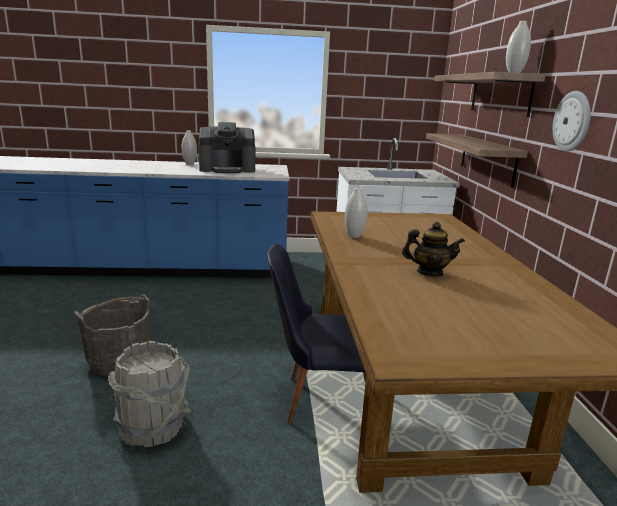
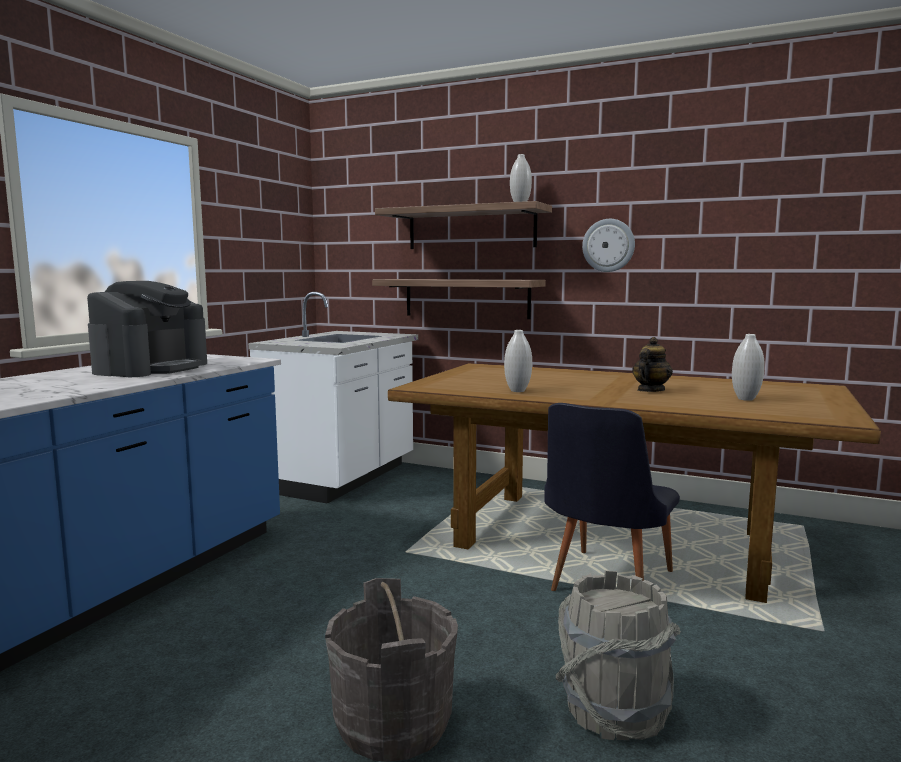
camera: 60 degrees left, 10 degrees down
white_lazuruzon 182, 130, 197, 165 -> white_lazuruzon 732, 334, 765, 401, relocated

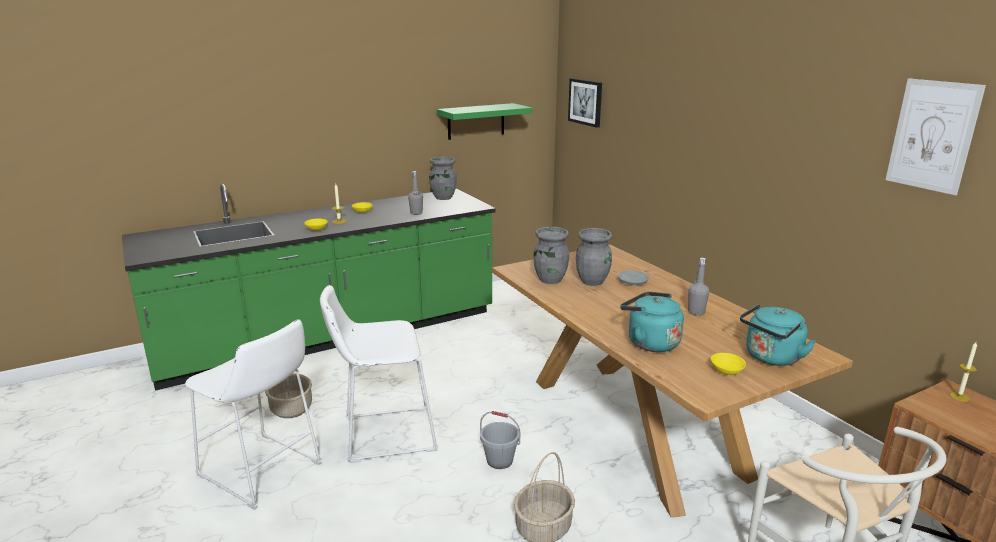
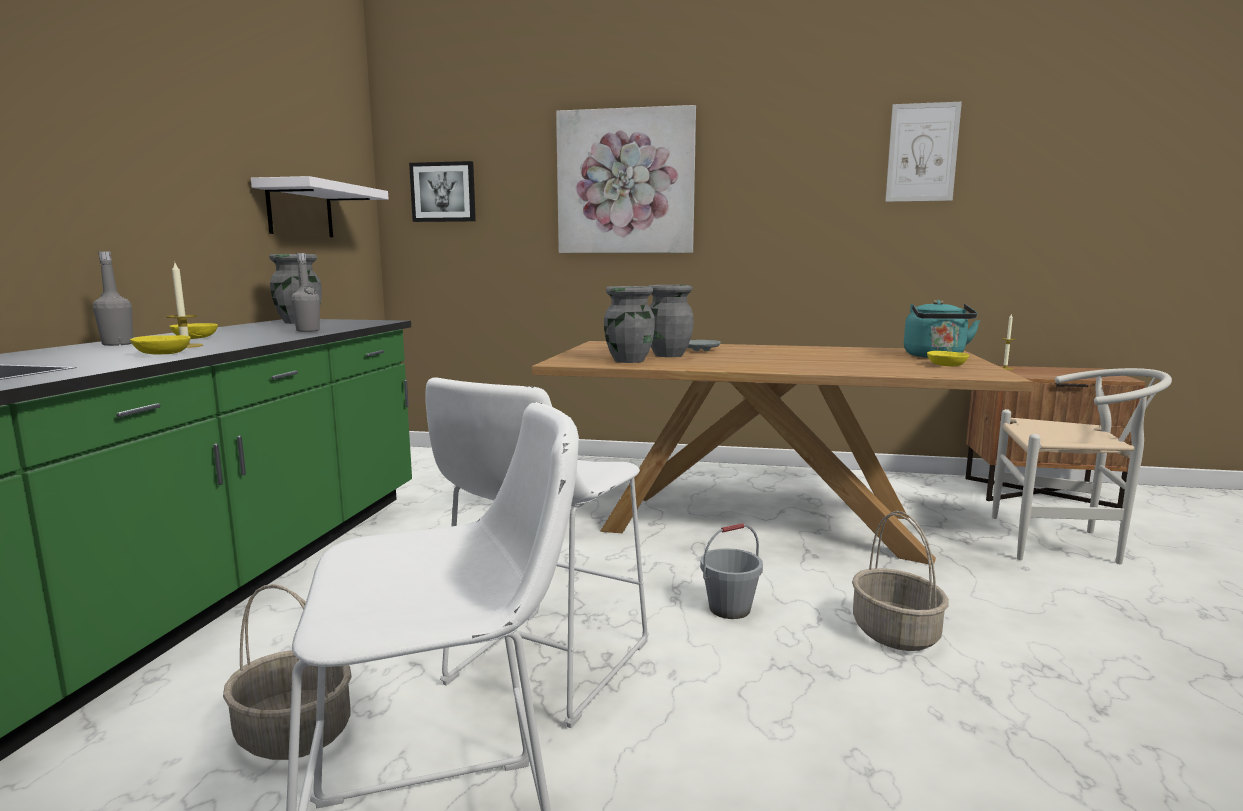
camera: 50 degrees left, 10 degrees down
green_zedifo 437, 103, 533, 140 -> white_zedifo 251, 176, 389, 237
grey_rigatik 688, 257, 709, 315 -> grey_rigatik 93, 251, 133, 346, relocated
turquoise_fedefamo 620, 292, 684, 352 -> none
none -> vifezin 556, 105, 696, 253

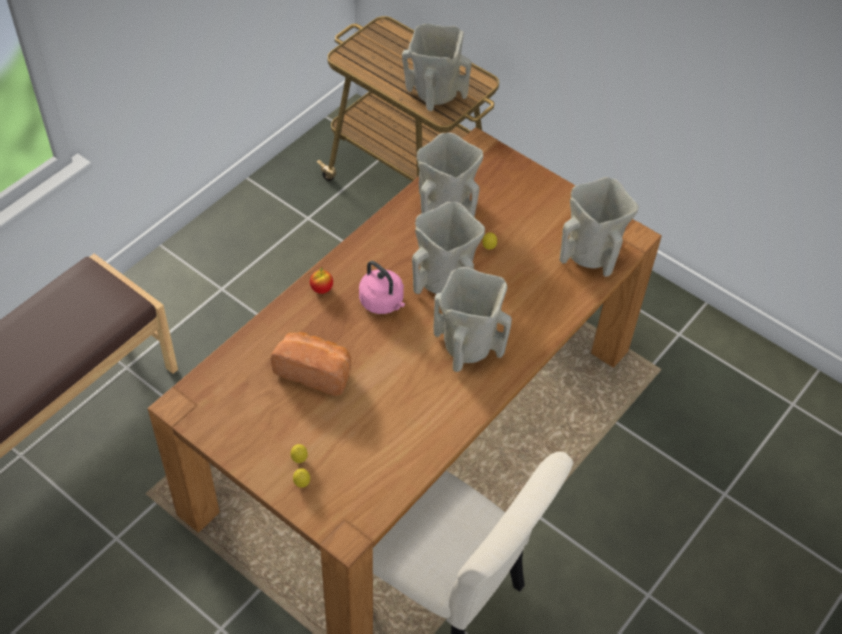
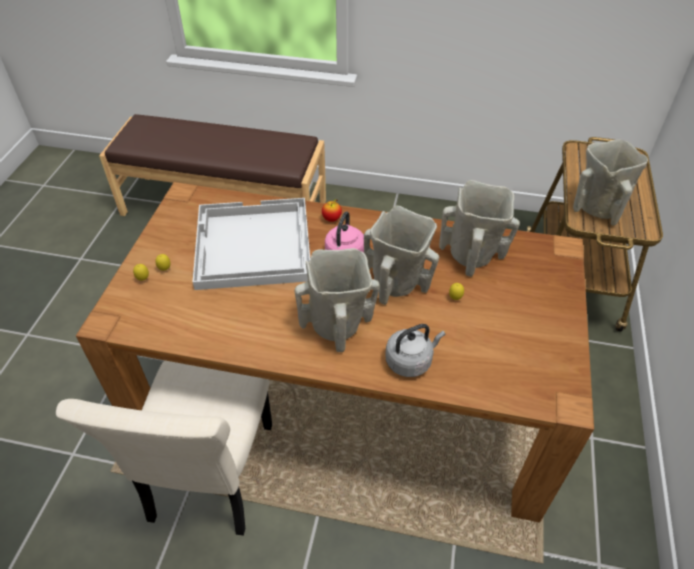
camera: 65 degrees right, 5 degrees down
beige_lazuruzon 560, 177, 639, 277 -> none
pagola 270, 332, 351, 396 -> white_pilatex 193, 198, 311, 290
none -> grey_fedefamo 385, 324, 445, 377

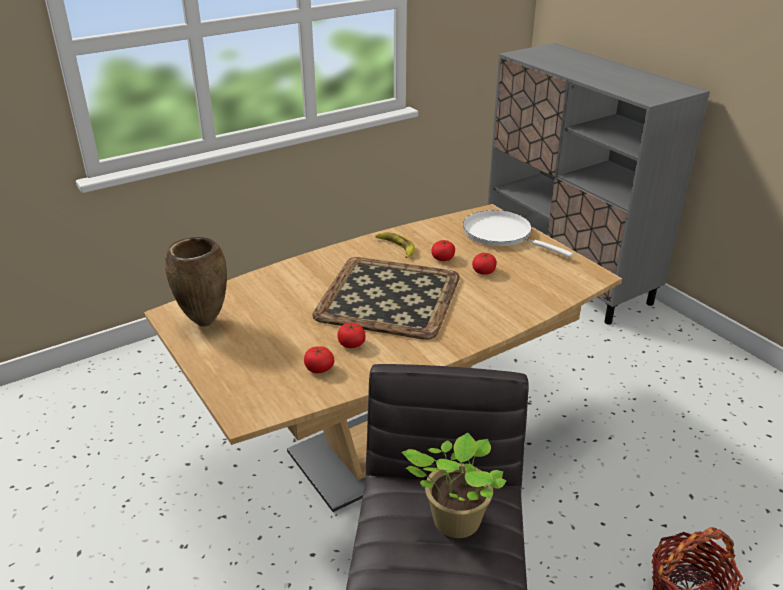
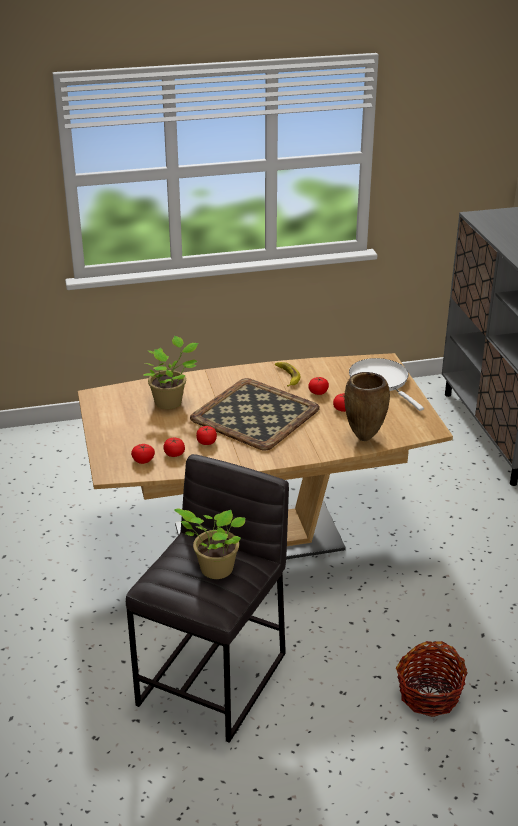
camera: 20 degrees right, 0 degrees up
brown_lazuruzon 165, 237, 227, 327 -> brown_lazuruzon 344, 372, 390, 441, relocated
none -> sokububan 143, 336, 198, 409
none -> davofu 131, 444, 155, 464

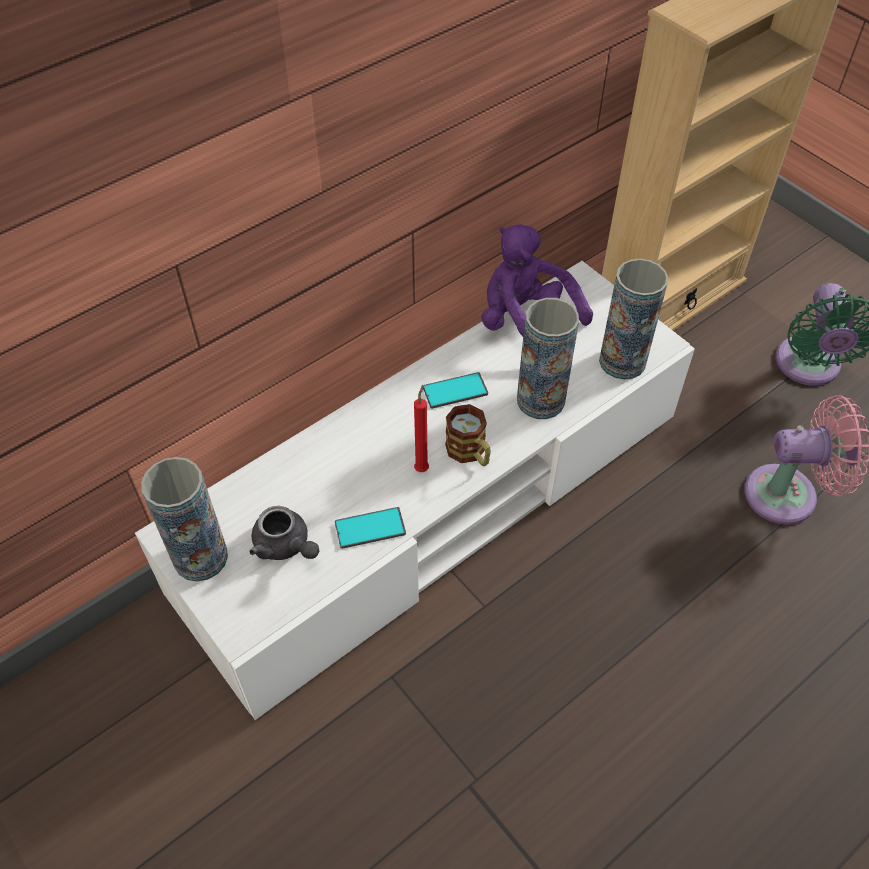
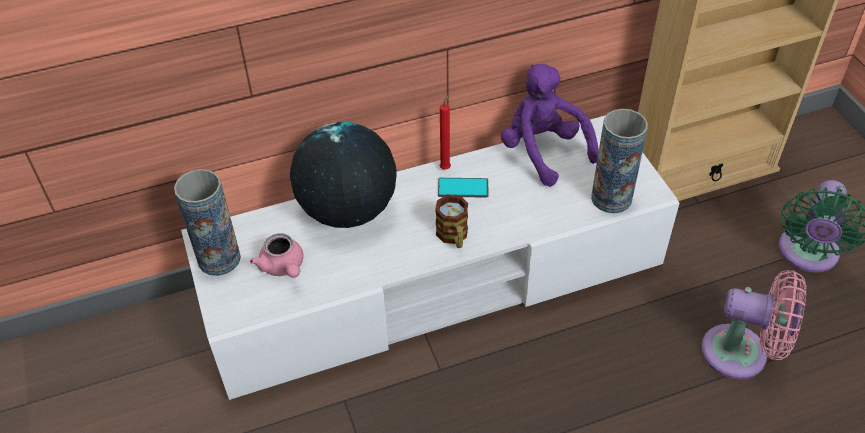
camera: 20 degrees right, 5 degrees down
lazuruzon 517, 298, 579, 419 -> none
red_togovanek 414, 385, 429, 472 -> red_togovanek 439, 94, 451, 170, relocated
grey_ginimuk 249, 506, 319, 560 -> pink_ginimuk 250, 233, 304, 278
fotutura 335, 507, 406, 549 -> none
none -> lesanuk 290, 122, 397, 228

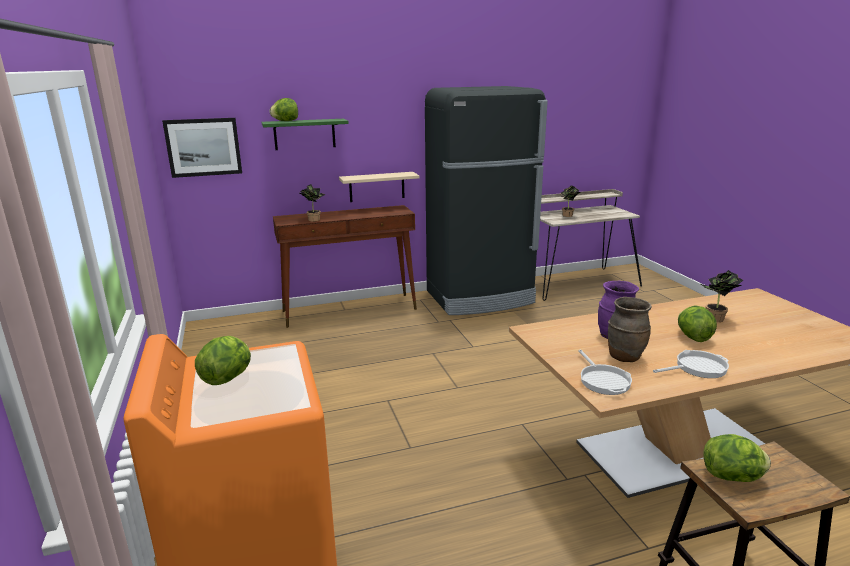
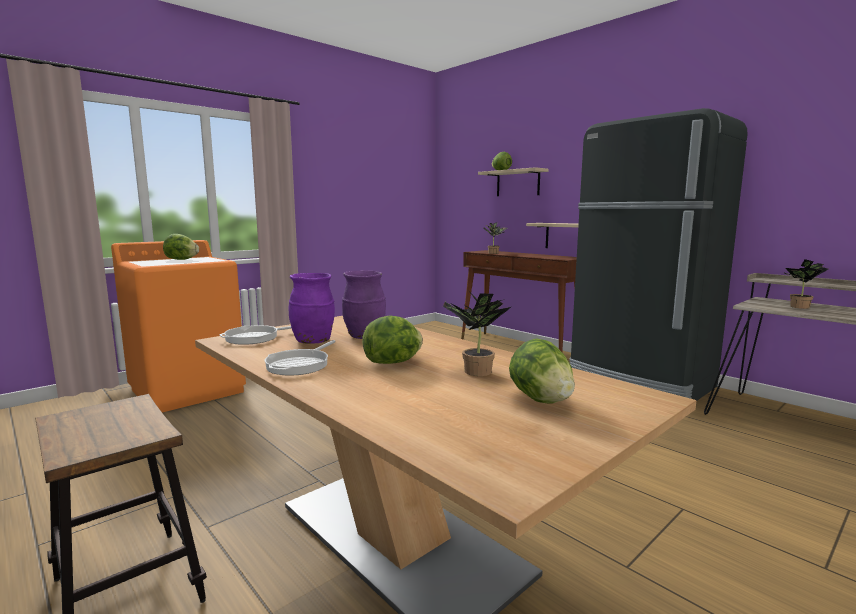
camera: 65 degrees right, 10 degrees down
vifezin 162, 118, 242, 178 -> none
green_zedifo 262, 119, 349, 150 -> beige_zedifo 478, 167, 548, 196
brown_lazuruzon 608, 297, 652, 362 -> purple_lazuruzon 289, 273, 335, 344
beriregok 653, 350, 729, 378 -> beriregok 265, 340, 336, 376, 60 degrees clockwise
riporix 703, 434, 771, 482 -> riporix 509, 339, 575, 404, relocated

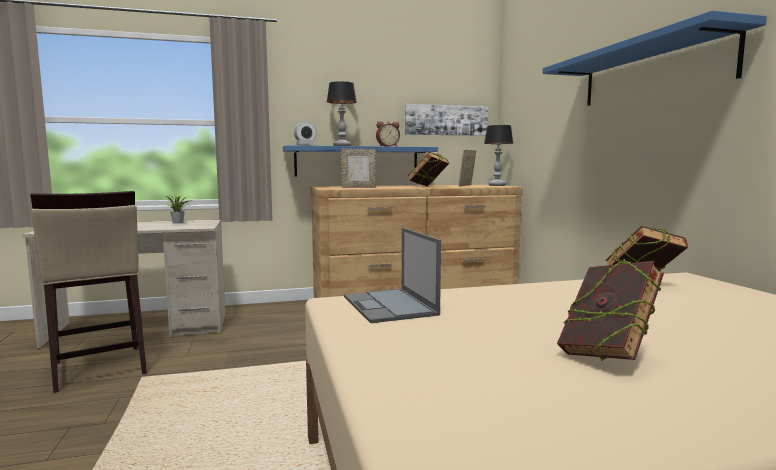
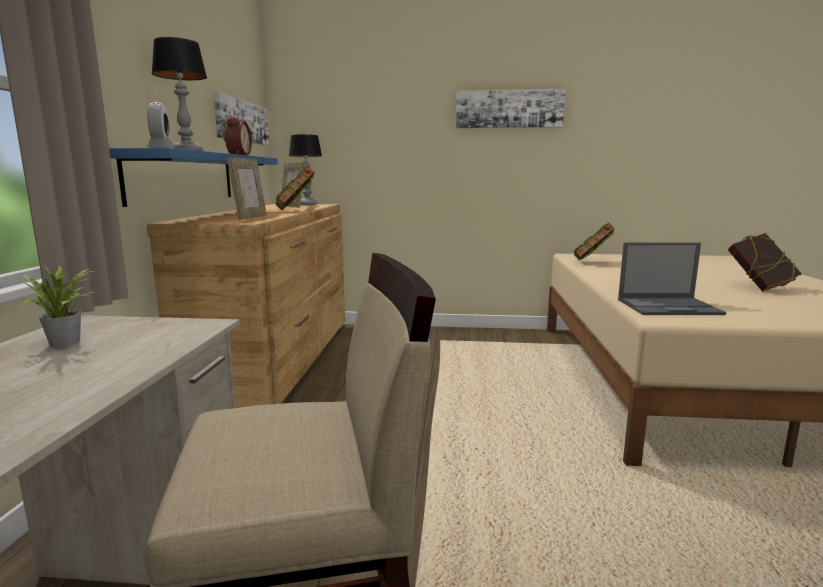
camera: 70 degrees left, 5 degrees up
blue_zedifo 543, 11, 767, 106 -> vifezin 456, 89, 565, 128

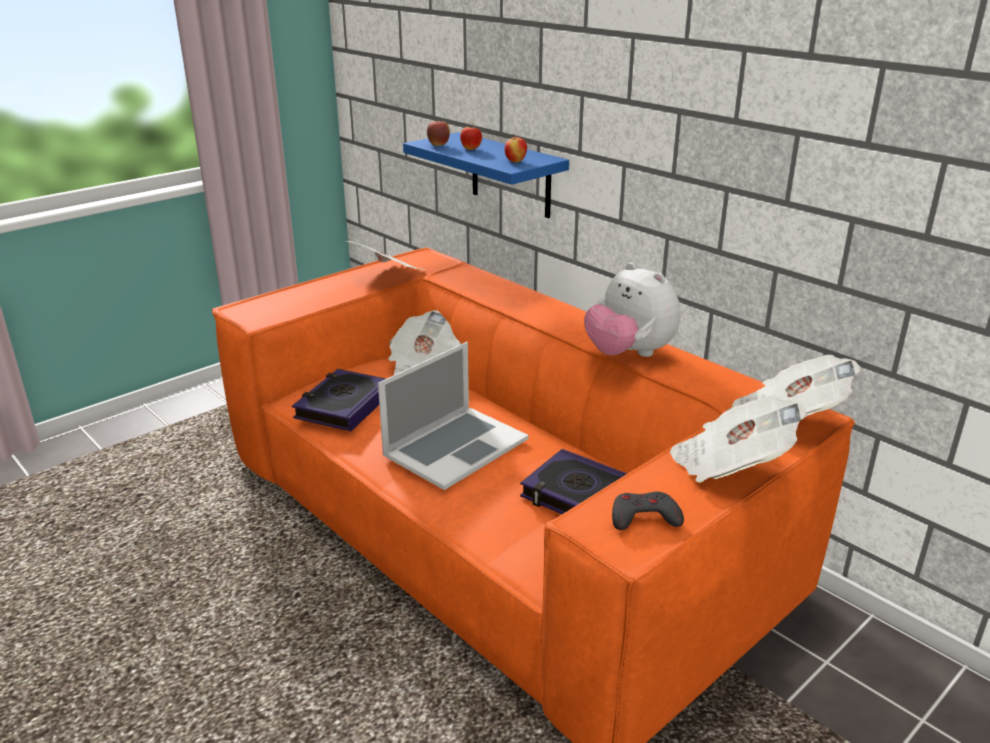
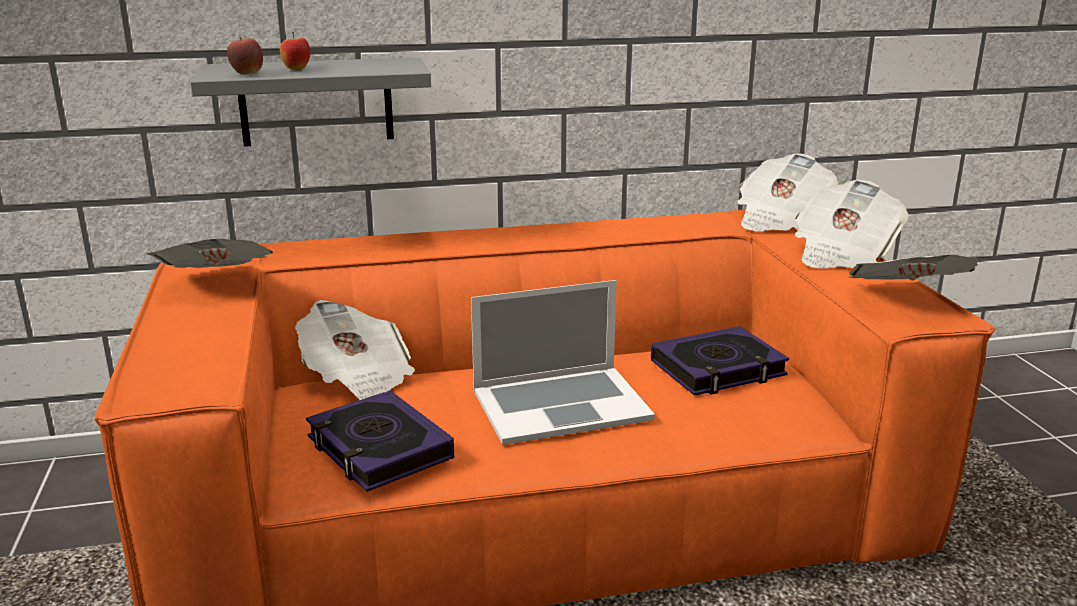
camera: 60 degrees left, 5 degrees down
blue_zedifo 403, 132, 569, 218 -> grey_zedifo 190, 57, 431, 147
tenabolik 504, 134, 527, 163 -> none
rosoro 584, 262, 681, 357 -> none
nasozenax 378, 342, 528, 490 -> nasozenax 471, 280, 655, 445, 90 degrees clockwise
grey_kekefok 612, 492, 684, 530 -> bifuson 849, 255, 980, 281

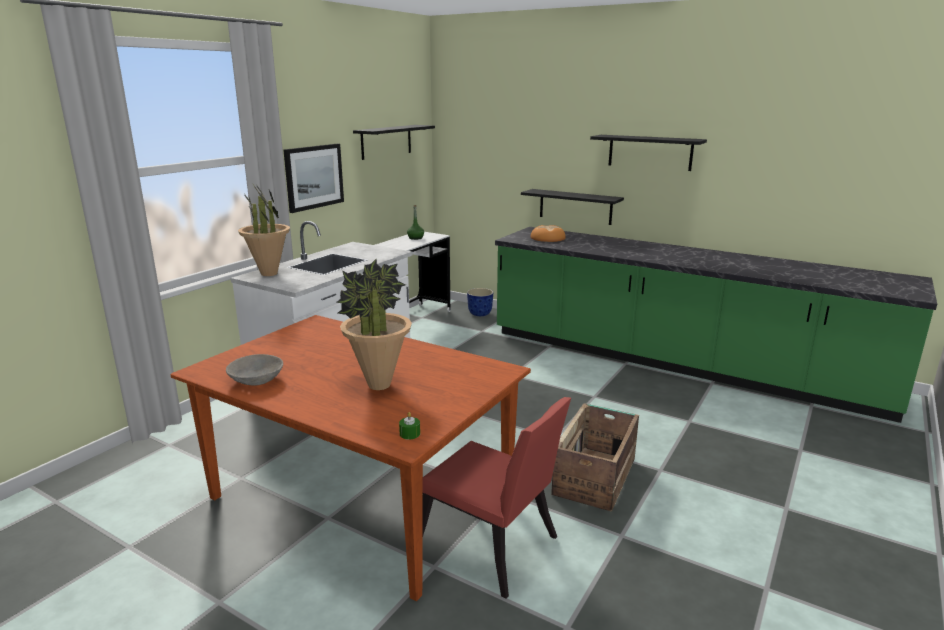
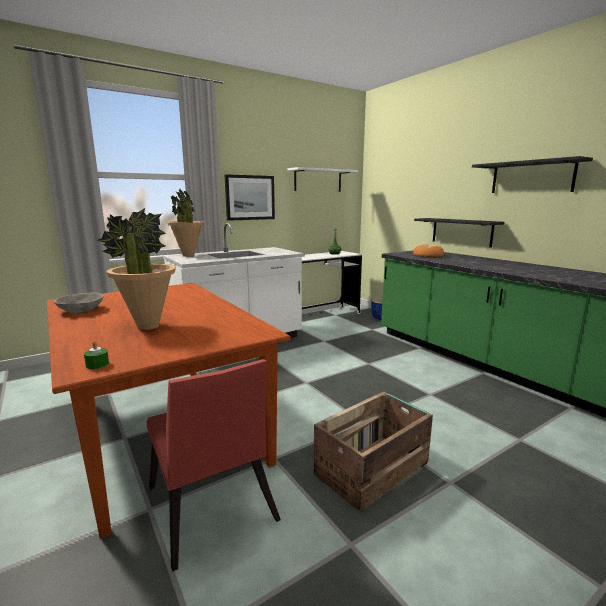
camera: 25 degrees right, 5 degrees down
black_zedifo 353, 125, 435, 160 -> white_zedifo 287, 167, 358, 192

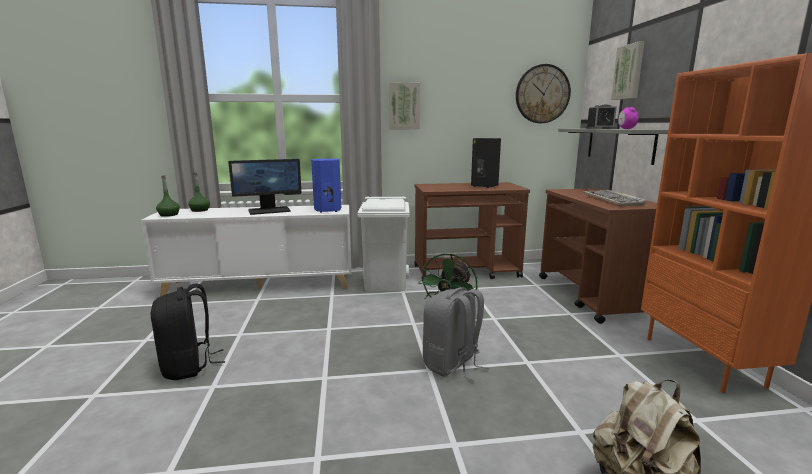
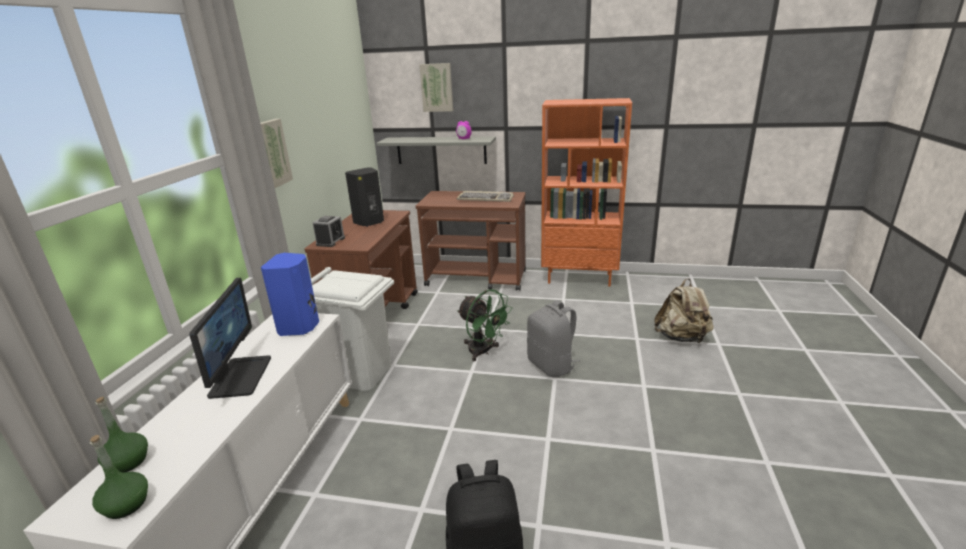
camera: 70 degrees left, 10 degrees up
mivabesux 516, 64, 571, 123 -> none
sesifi 586, 104, 617, 129 -> sesifi 312, 216, 345, 247, relocated

